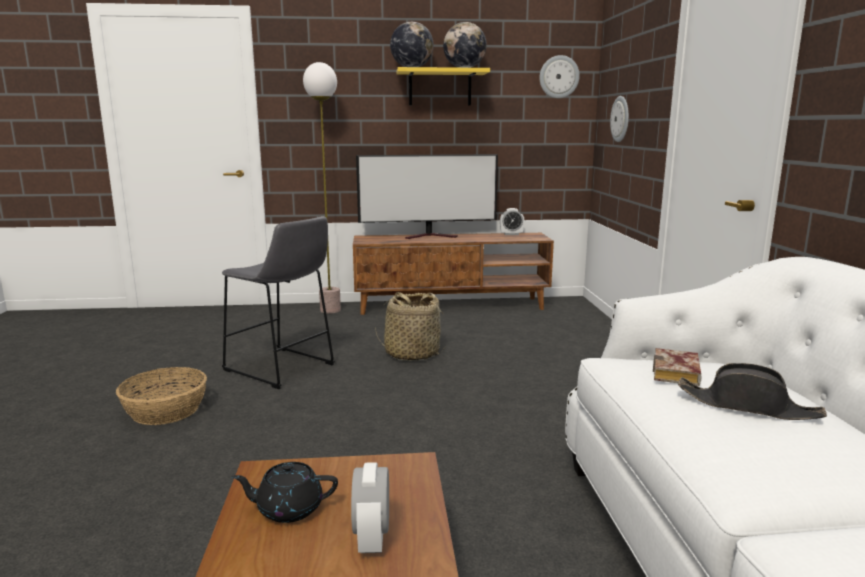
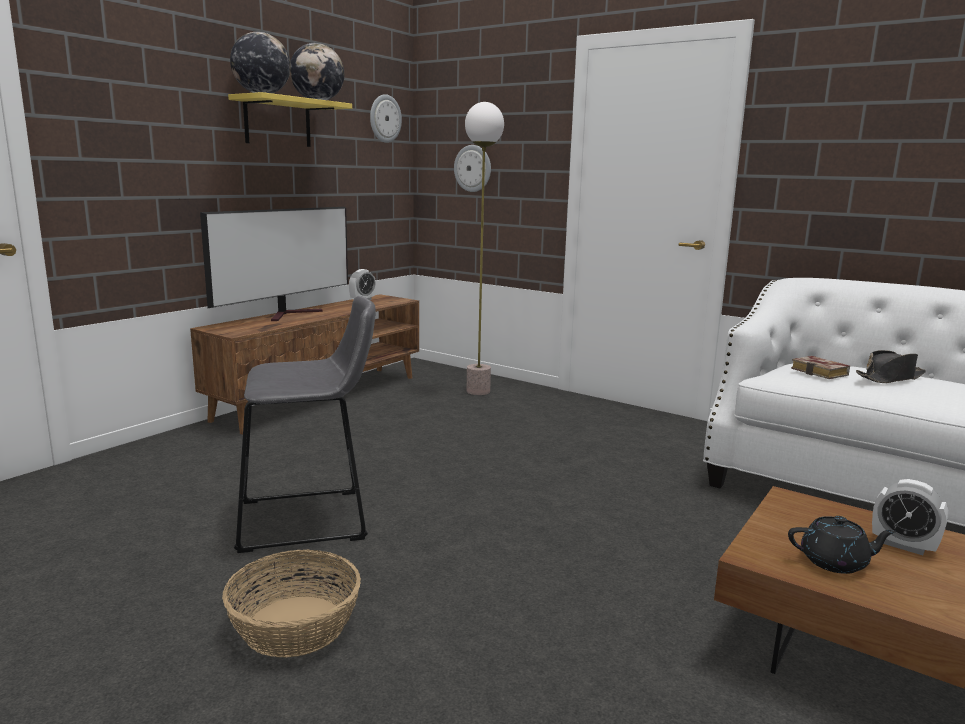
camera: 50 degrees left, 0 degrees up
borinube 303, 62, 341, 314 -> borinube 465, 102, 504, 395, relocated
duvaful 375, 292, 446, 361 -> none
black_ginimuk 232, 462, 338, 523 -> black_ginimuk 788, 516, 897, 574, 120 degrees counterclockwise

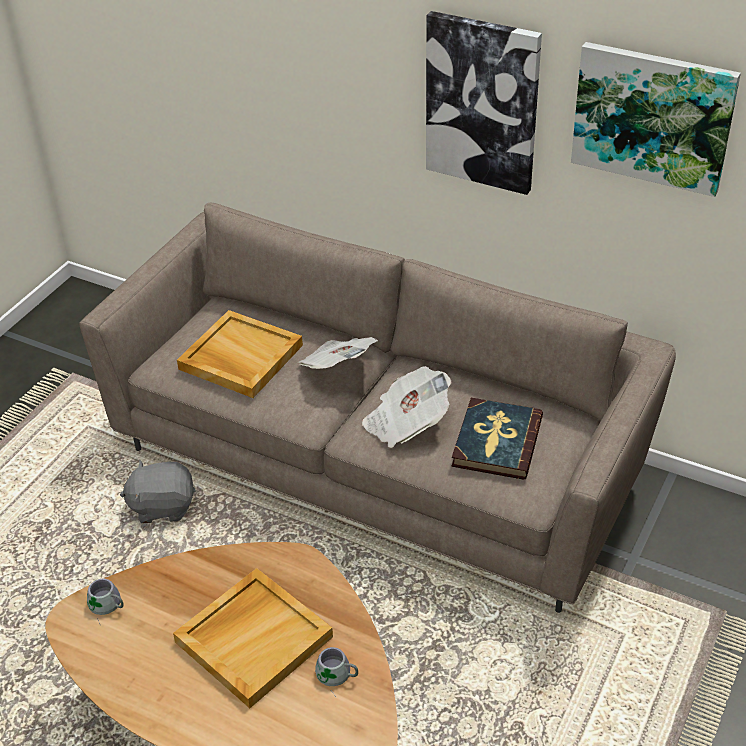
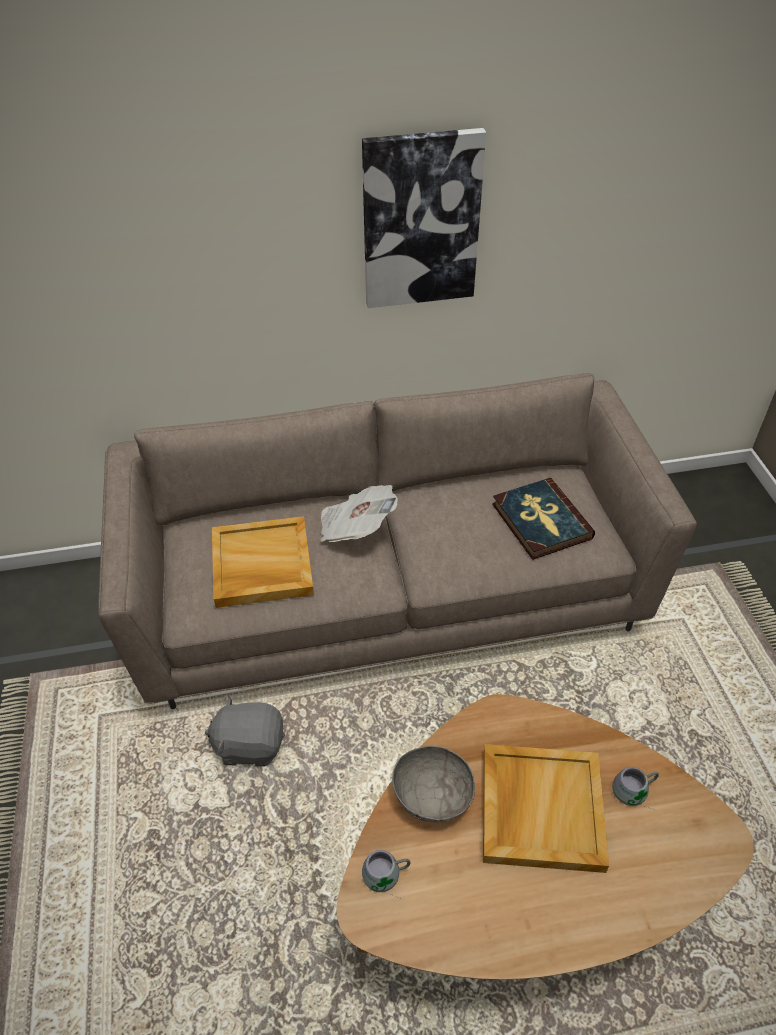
camera: 40 degrees left, 5 degrees up
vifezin 571, 42, 741, 197 -> none
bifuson 362, 366, 452, 448 -> none
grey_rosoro 120, 460, 196, 523 -> grey_rosoro 205, 696, 285, 766, 45 degrees clockwise
none -> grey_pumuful 392, 746, 475, 823

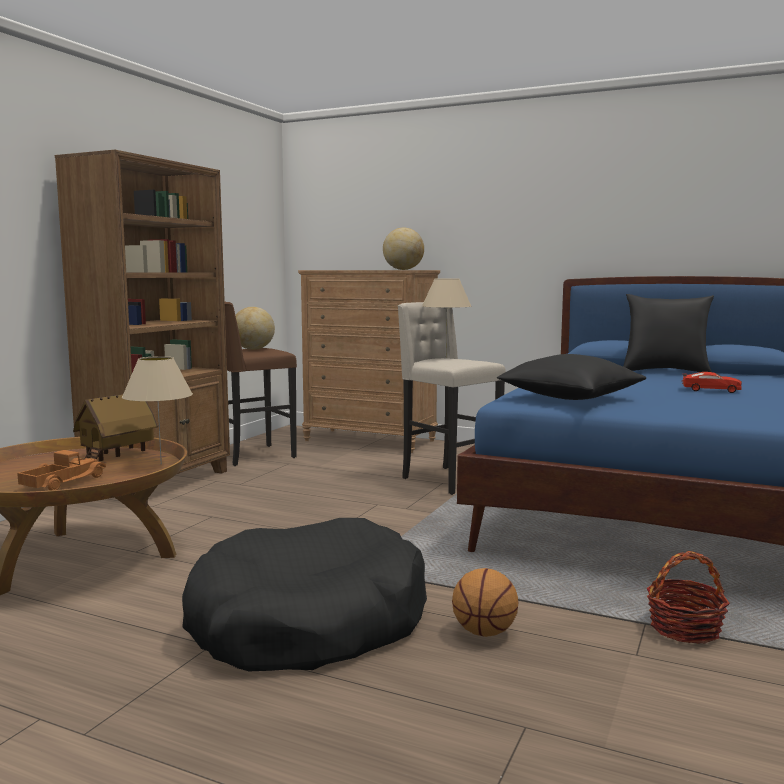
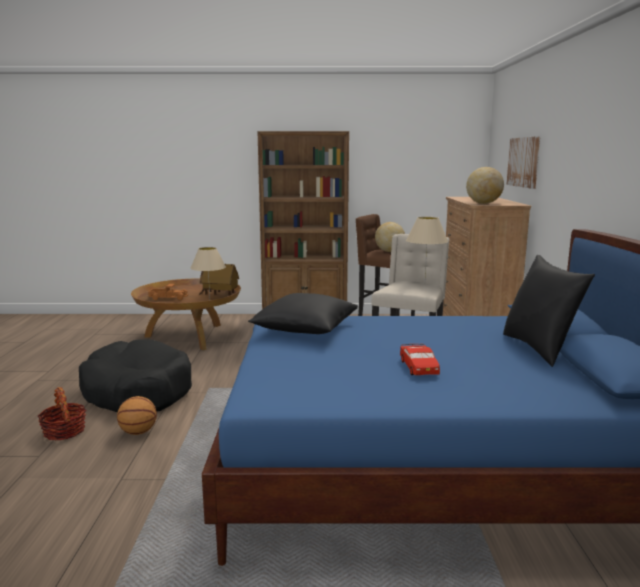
camera: 65 degrees right, 5 degrees up
duvaful 646, 551, 730, 644 -> duvaful 38, 387, 86, 440, relocated
none -> vifezin 506, 136, 540, 189

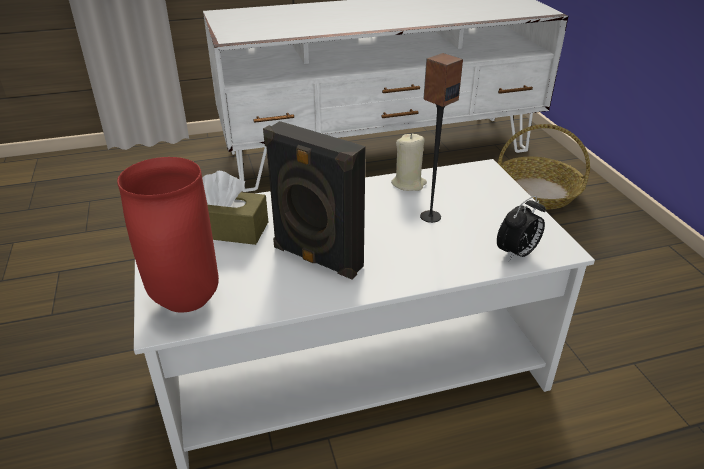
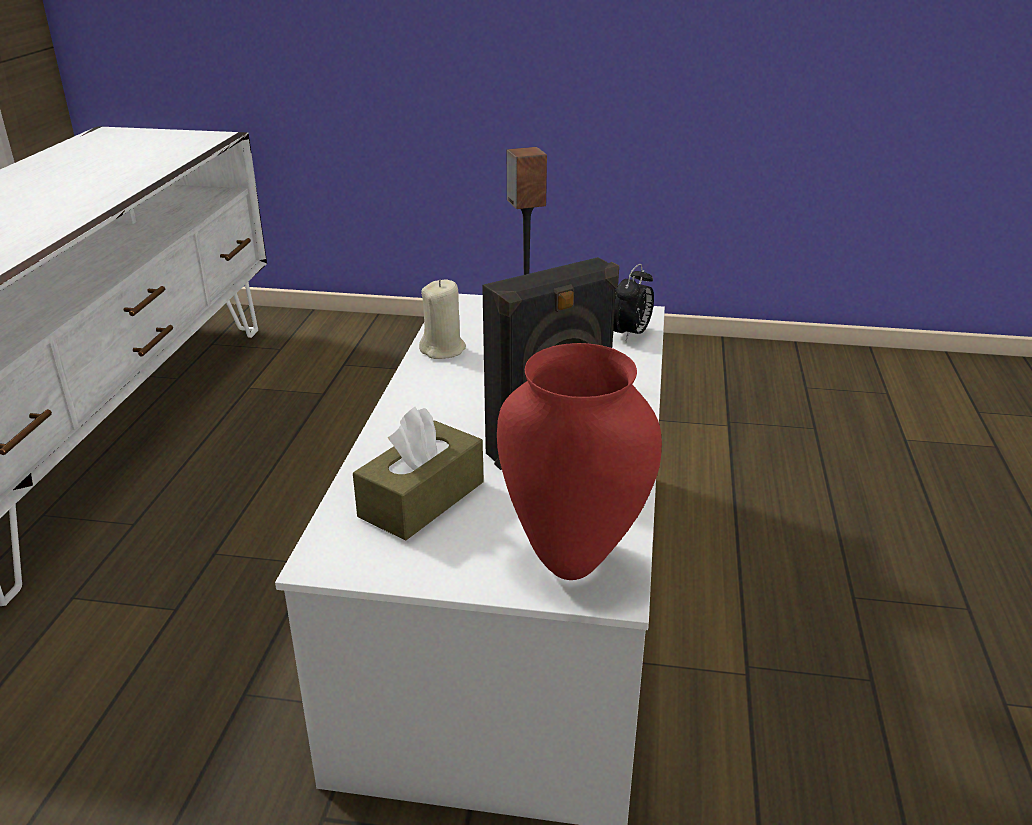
camera: 65 degrees left, 5 degrees down
duvaful 498, 124, 590, 210 -> none
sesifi 497, 196, 546, 261 -> sesifi 613, 264, 654, 342, 45 degrees clockwise

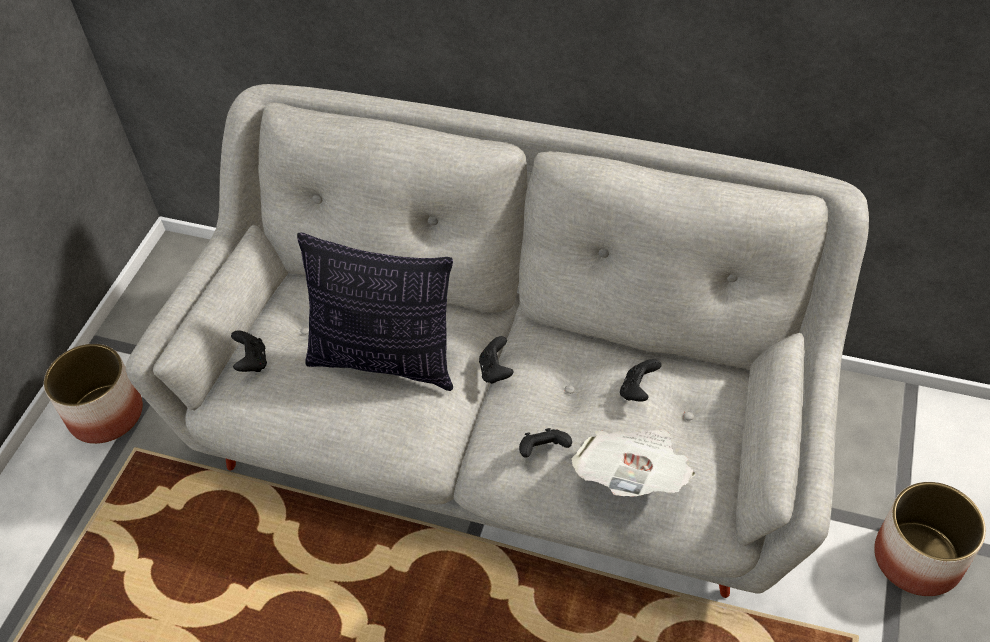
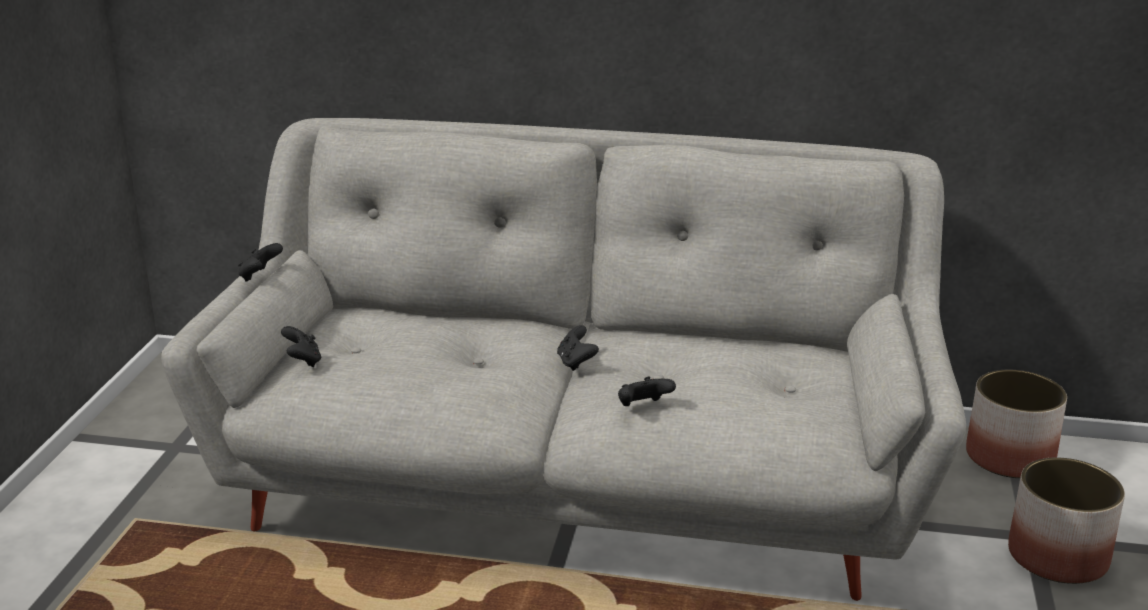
camera: 10 degrees left, 25 degrees down
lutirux 297, 232, 453, 391 -> none
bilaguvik 44, 344, 143, 444 -> bilaguvik 966, 370, 1067, 478, relocated
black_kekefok 620, 359, 661, 402 -> black_kekefok 238, 243, 283, 282, relocated
bifuson 571, 430, 695, 496 -> none

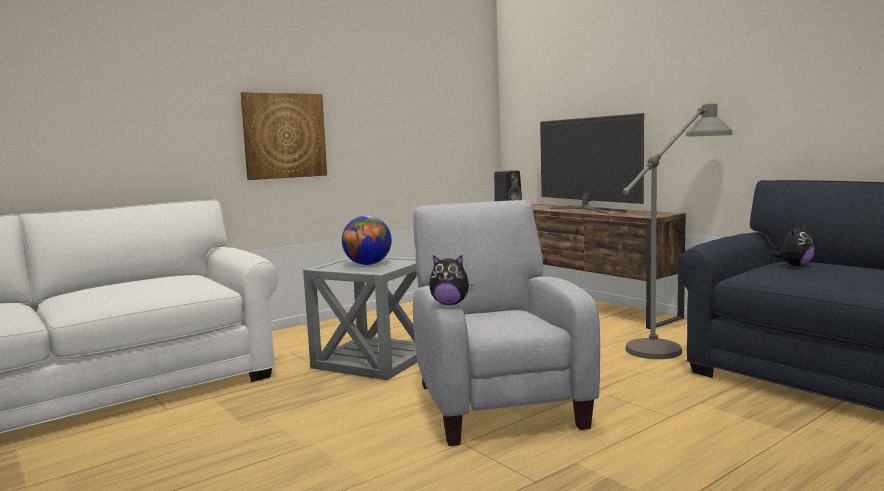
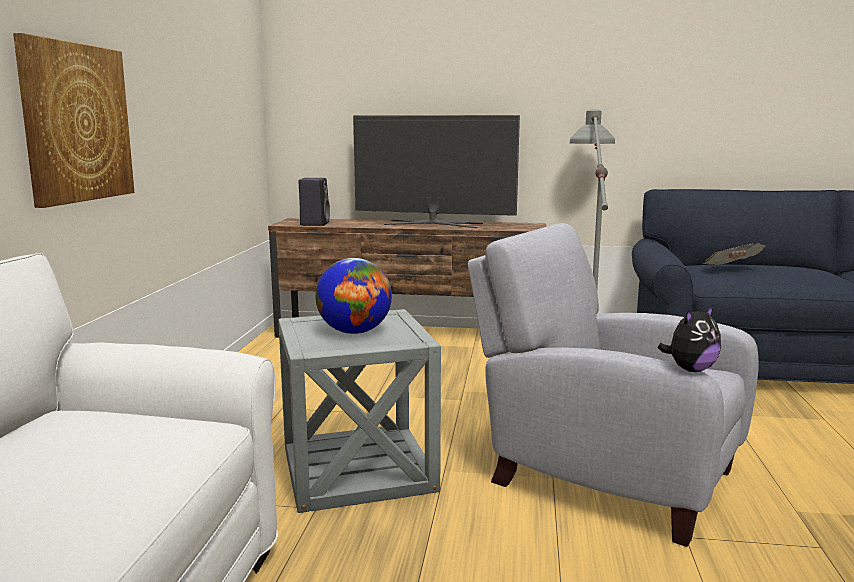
camera: 45 degrees left, 5 degrees up
rosoro 771, 224, 815, 266 -> bifuson 703, 243, 766, 265

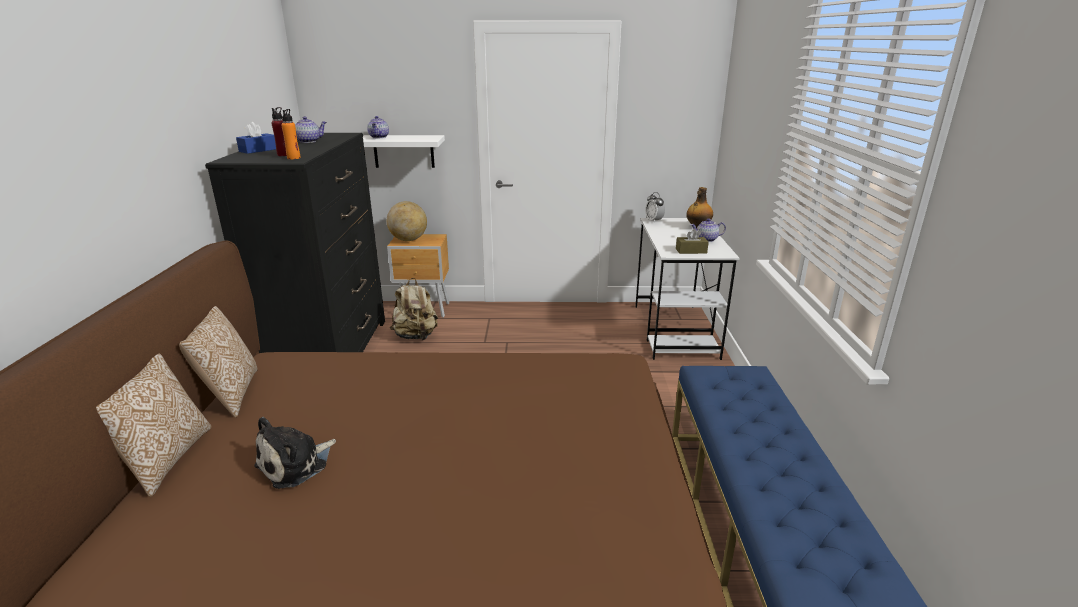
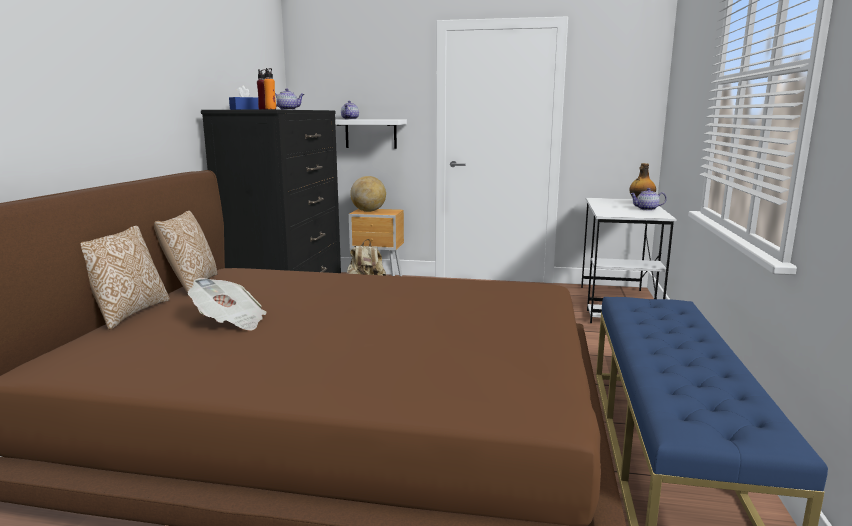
camera: 10 degrees right, 10 degrees down
sesifi 645, 192, 665, 223 -> none
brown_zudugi 676, 228, 709, 254 -> none
rosoro 254, 417, 336, 489 -> bifuson 188, 278, 267, 330

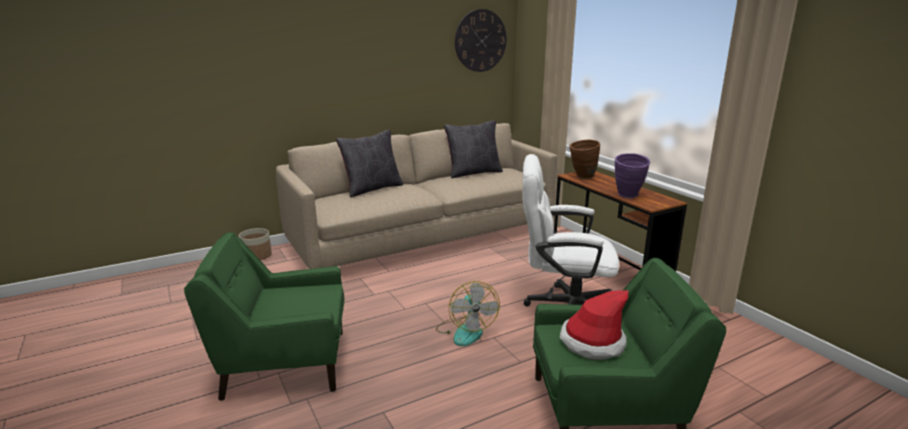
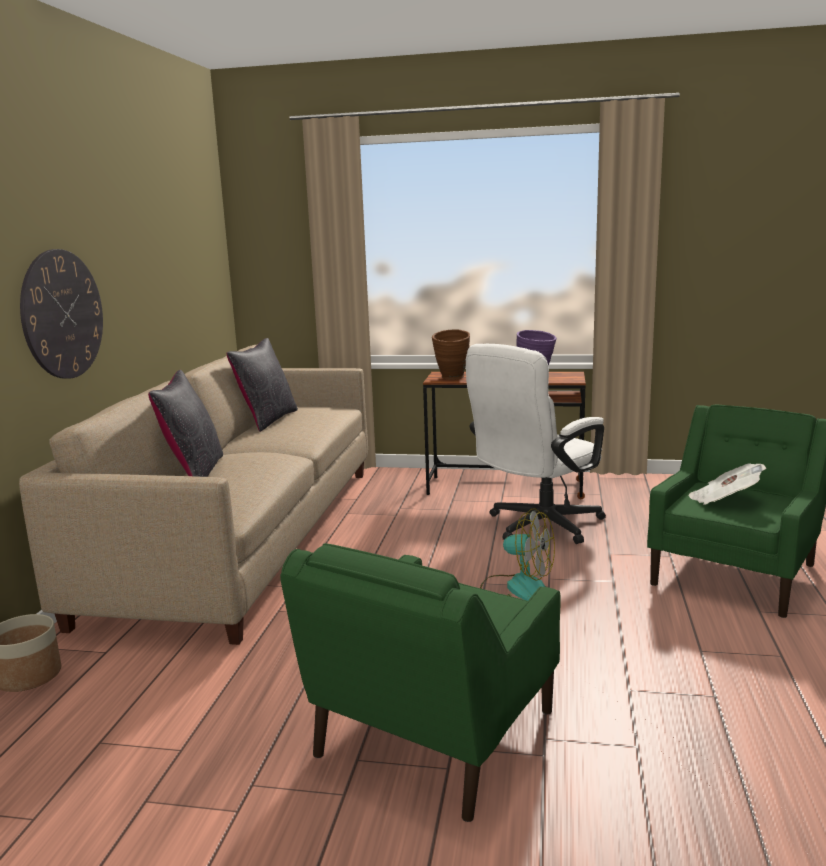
camera: 50 degrees left, 5 degrees down
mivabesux 455, 9, 507, 72 -> mivabesux 20, 249, 103, 379, relocated
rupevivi 560, 290, 629, 360 -> bifuson 688, 463, 766, 505

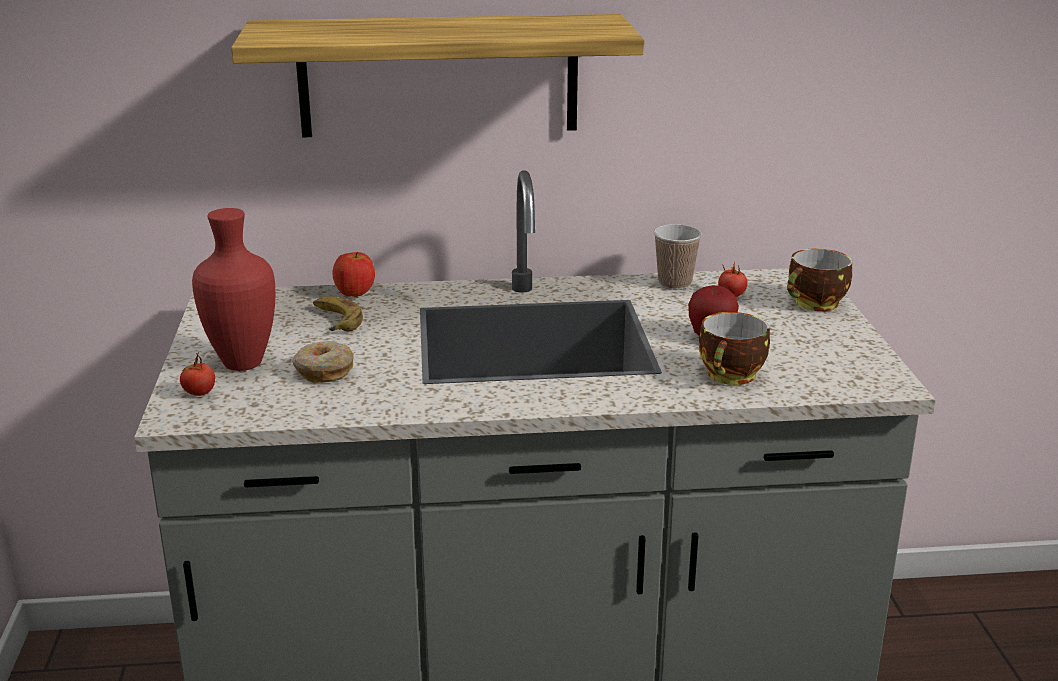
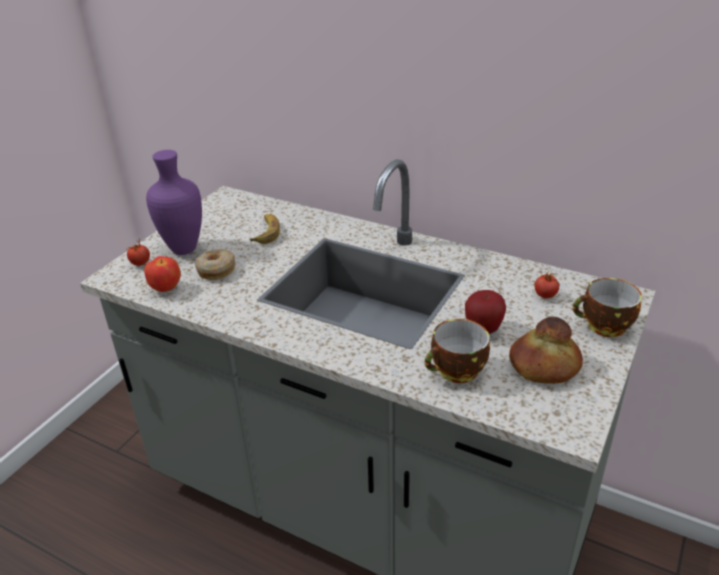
camera: 35 degrees right, 10 degrees up
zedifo 231, 14, 644, 138 -> none
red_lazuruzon 192, 208, 276, 371 -> purple_lazuruzon 146, 150, 202, 255
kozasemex 654, 224, 702, 290 -> none
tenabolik 332, 252, 375, 297 -> tenabolik 144, 256, 181, 292, relocated
none -> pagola 509, 317, 583, 384

